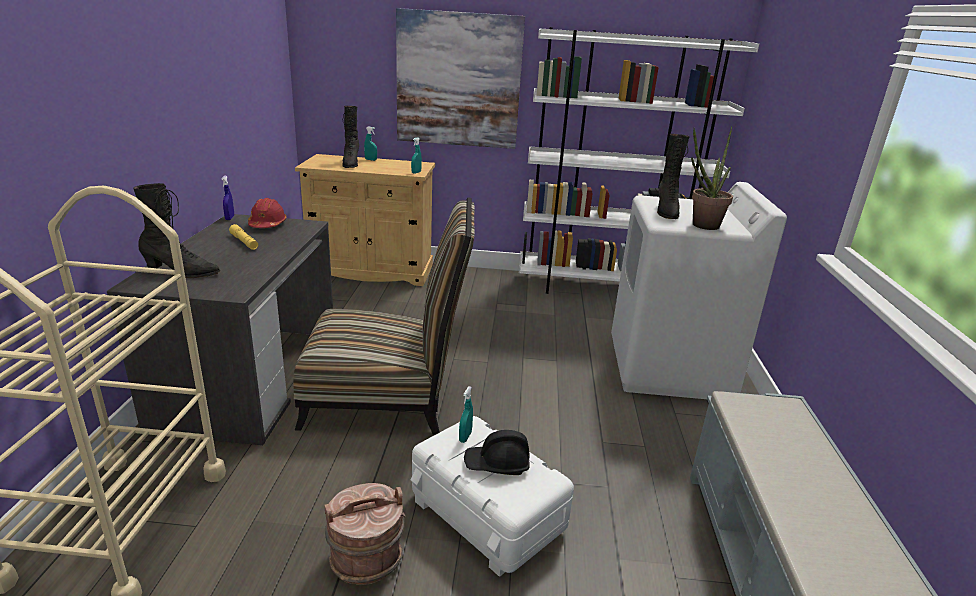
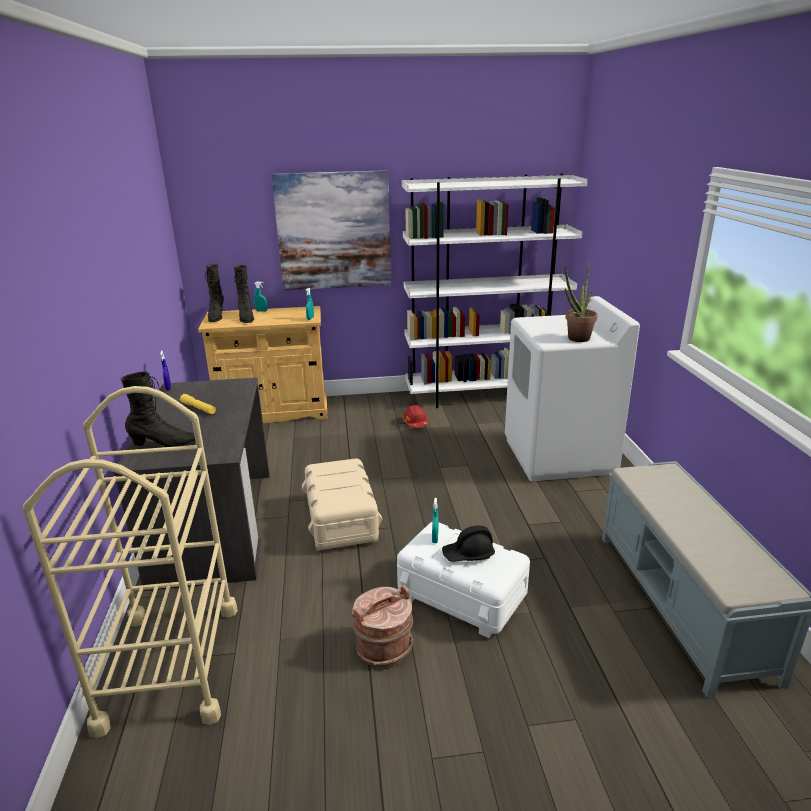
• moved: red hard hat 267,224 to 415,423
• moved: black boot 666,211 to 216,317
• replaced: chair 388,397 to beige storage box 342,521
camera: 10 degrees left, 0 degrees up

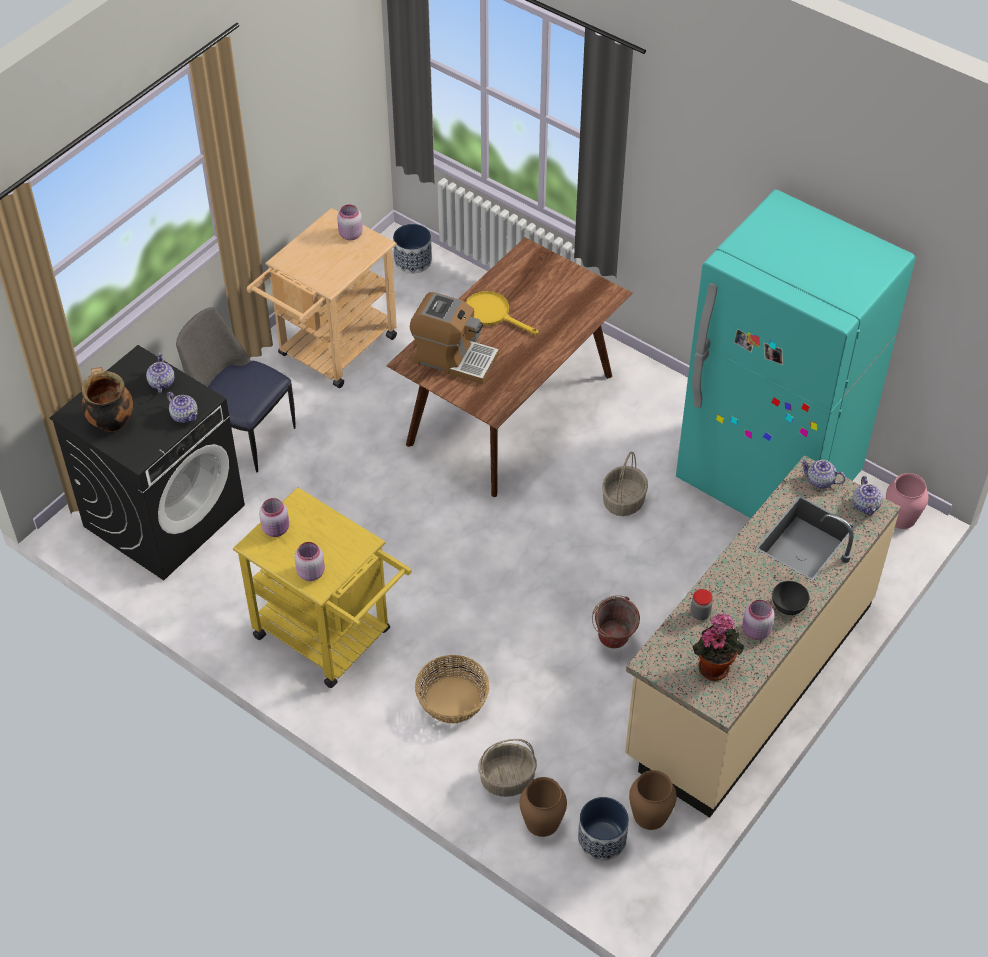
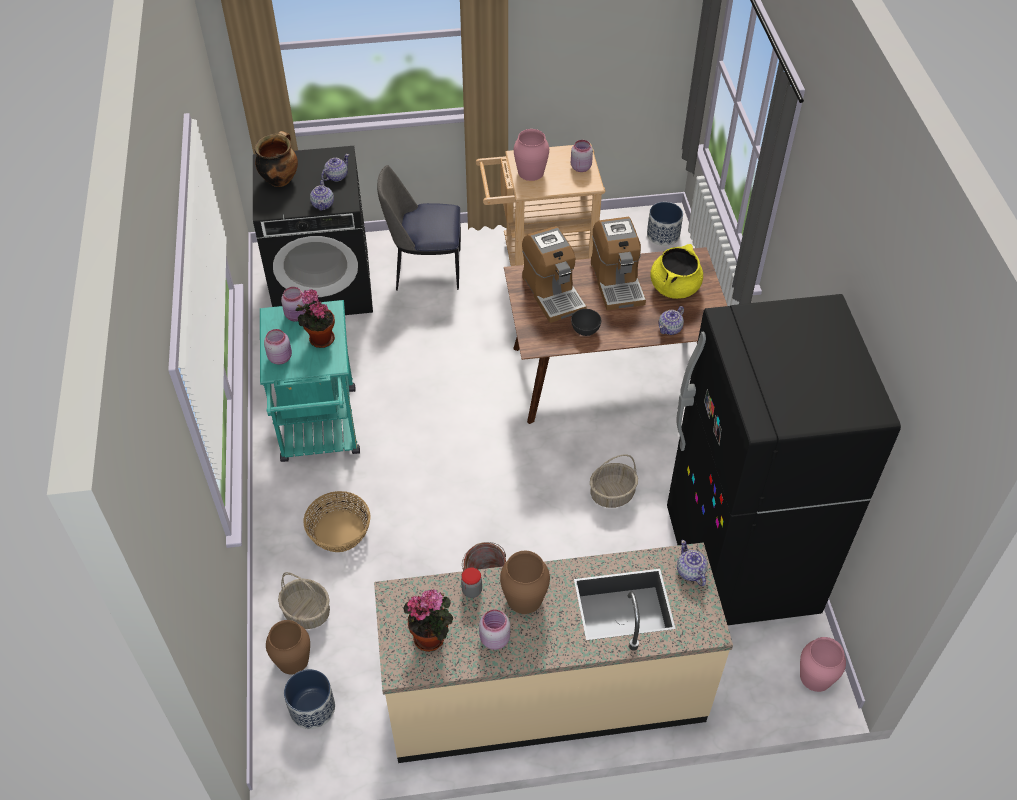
• added: potted plant 319,338
• added: pink vase 530,172
• added: yellow cooking pot 674,287
• moved: brown vase 650,814 to 525,598
• moved: grey bowl 788,606 to 585,330
• moved: teapot 866,505 to 670,328
• replaced: yellow frying pan 493,314 to coffee machine 617,282
• recoloured: yellow cart 331,638 to turquoise cart 319,432
• recoloured: turquoise fridge 768,479 to black fridge 740,563
• turned: chair 243,434 = 425,269 75 degrees counterclockwise
camera: 45 degrees right, 0 degrees up

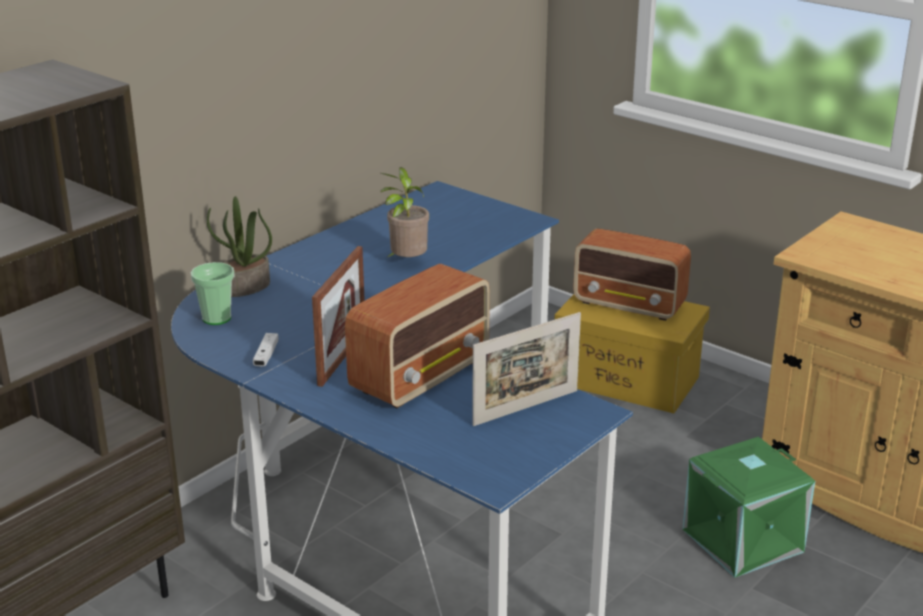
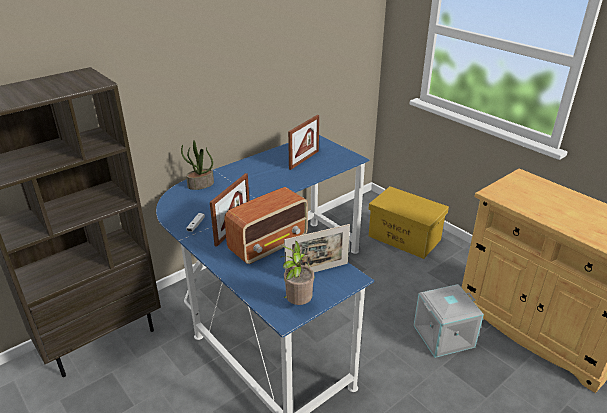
• removed: cup 216,318
• removed: radio 630,305
• added: picture frame 304,160
• moved: potted plant 406,263 to 297,303
• recoloured: green storage box 743,542 to grey storage box 443,337
camera: 10 degrees right, 5 degrees up

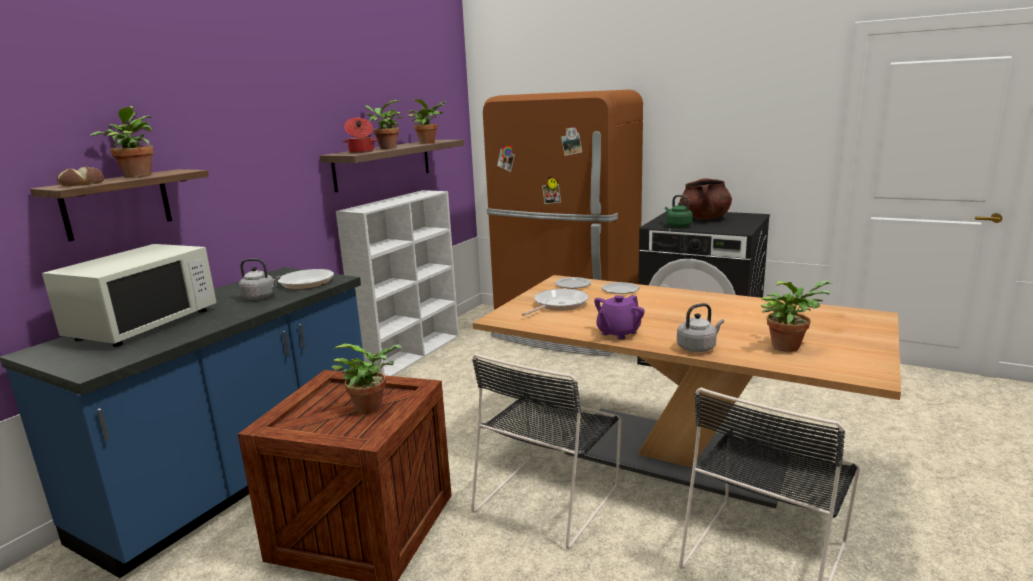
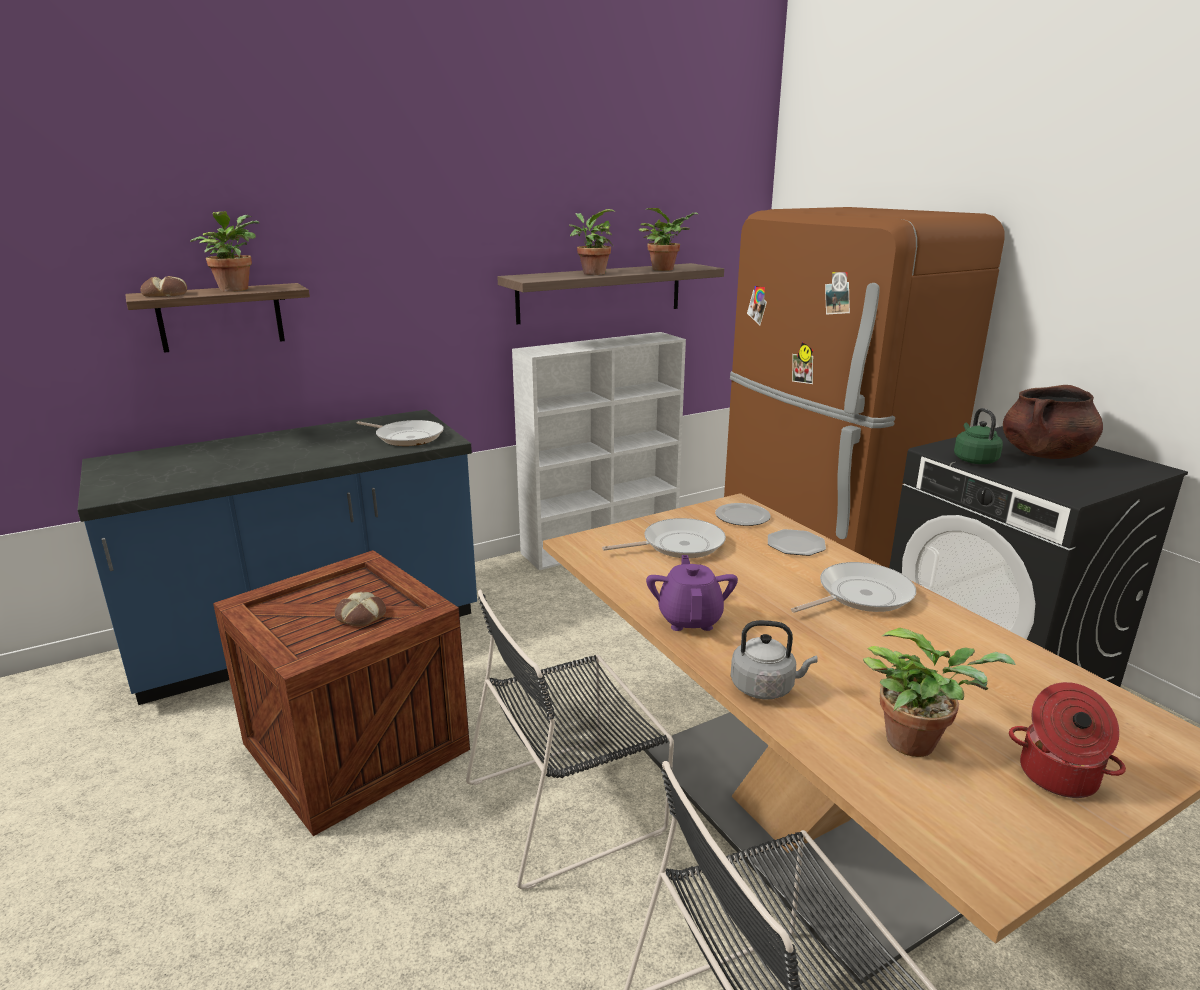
• removed: white microwave 144,324
• removed: grey kettle 261,297
• added: frying pan 860,595
• moved: cooking pot 361,152 to 1057,776
• replaced: potted plant 372,406 to bread 360,616
• turned: purple teapot 618,333 = 690,619 105 degrees clockwise
camera: 30 degrees right, 5 degrees up

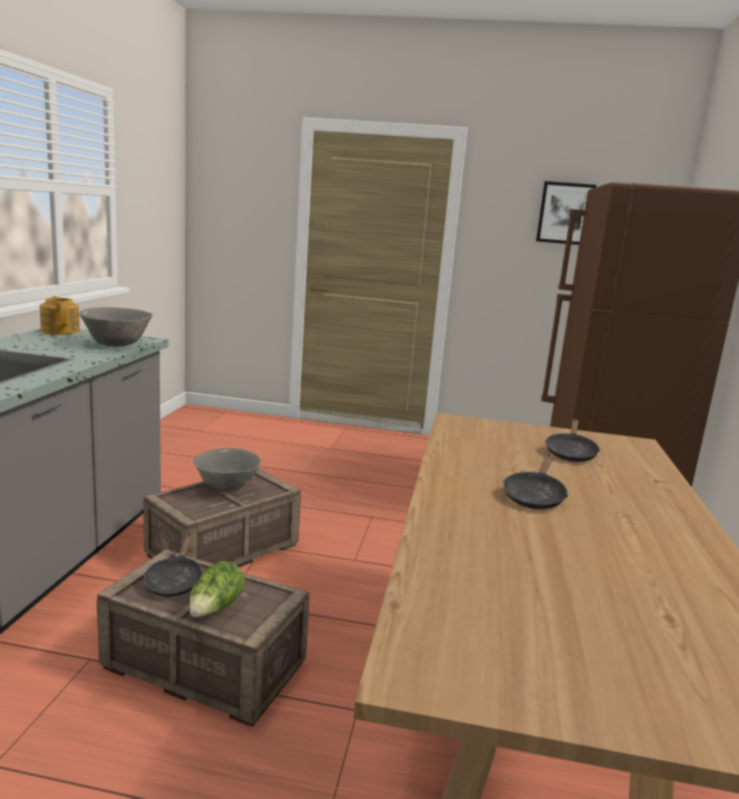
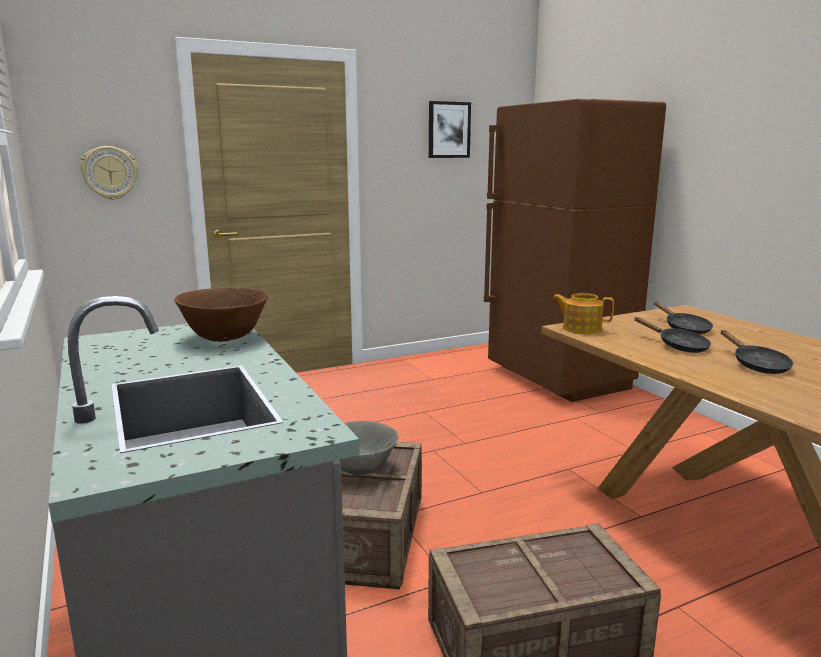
• removed: lettuce 215,608
• added: wall clock 110,173
• moved: teapot 60,331 to 581,329
• moved: black frying pan 175,580 to 678,346
• recoloured: grey bowl 117,345 to brown bowl 224,338
camera: 35 degrees left, 0 degrees up

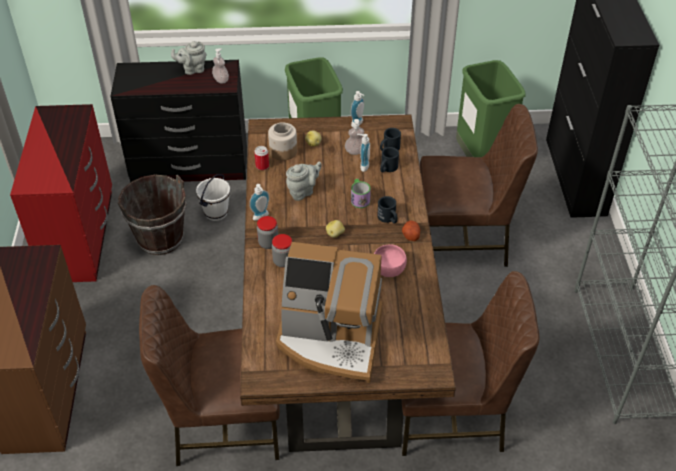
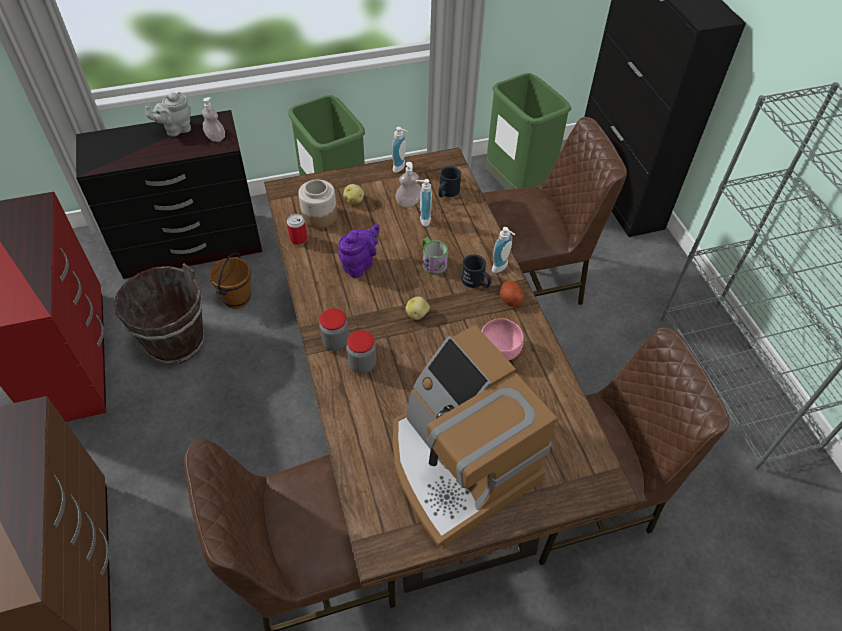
• removed: black mug 387,168
• moved: soap dispenser 261,217 to 501,268
• recoloured: white bucket 216,213 to brown bucket 236,298
• recoloured: grey teapot 303,192 to purple teapot 360,264
• turned: coffee machine 331,338 = 458,464 60 degrees clockwise
camera: 15 degrees left, 5 degrees up

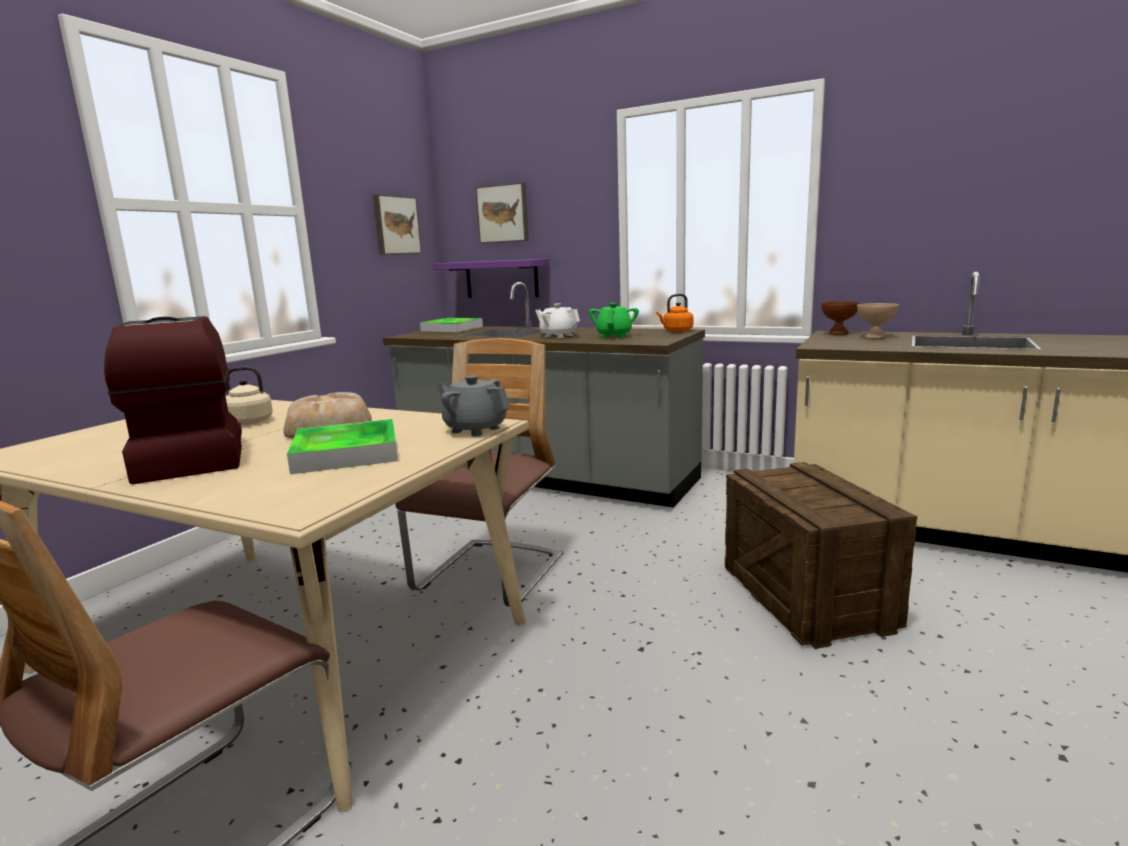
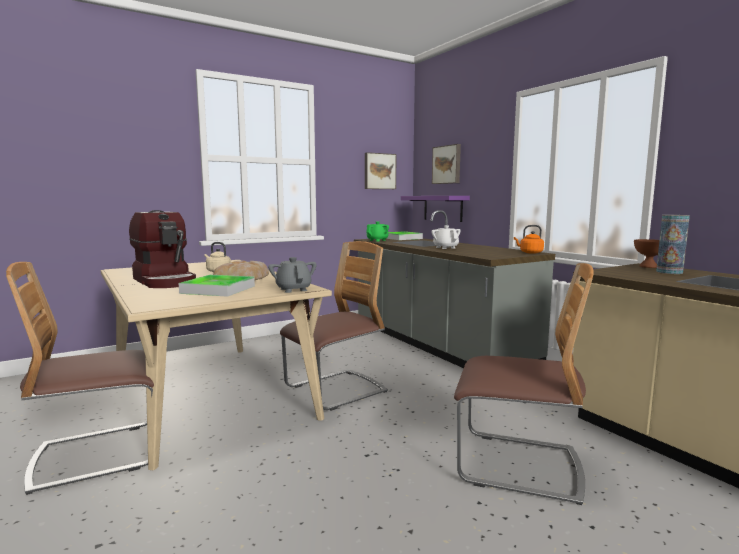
• moved: green teapot 614,336 to 377,240
• replaced: crate 807,597 to chair 517,465
• replaced: beige bowl 874,337 to vase 669,272
• turned: coffee machine 190,457 = 165,281 135 degrees clockwise
camera: 30 degrees right, 5 degrees down

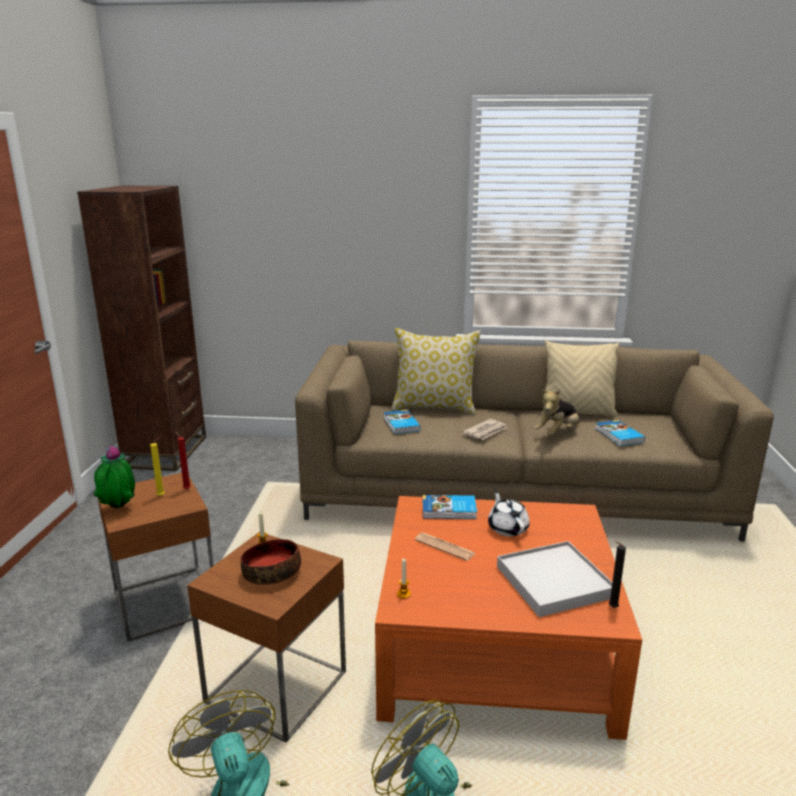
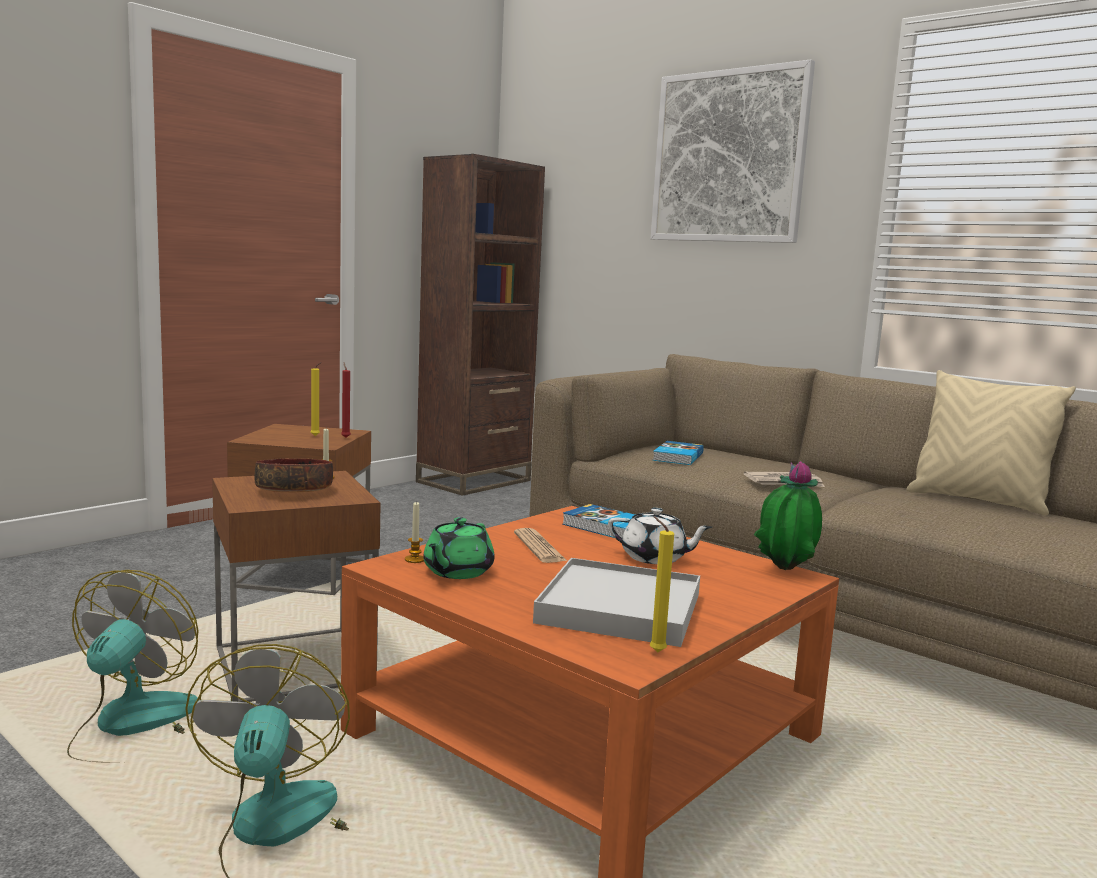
• removed: pillow 434,408
• removed: plush toy 558,433
• removed: book 618,435
• added: green teapot 457,572
• added: picture 728,157
• moved: potted plant 118,509 to 784,572
• recoloured: black candle 611,607 to yellow candle 654,651
• turned: white teapot 507,528 = 655,558 90 degrees clockwise
camera: 35 degrees right, 10 degrees down

